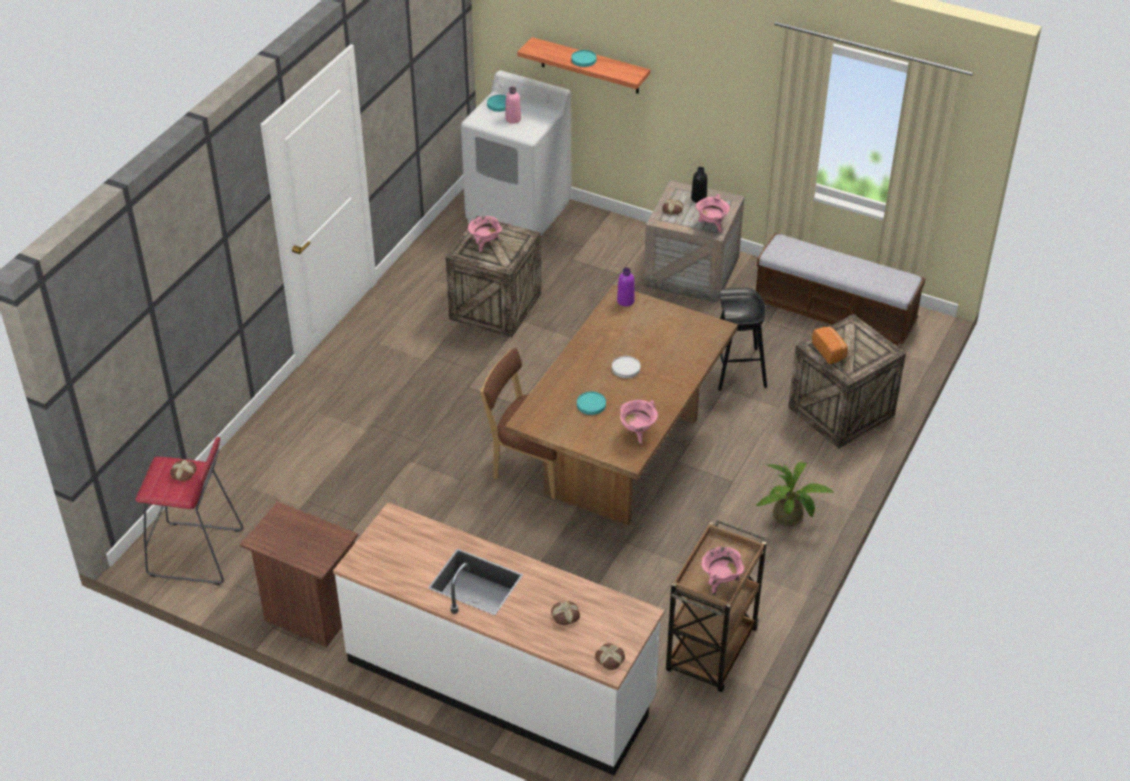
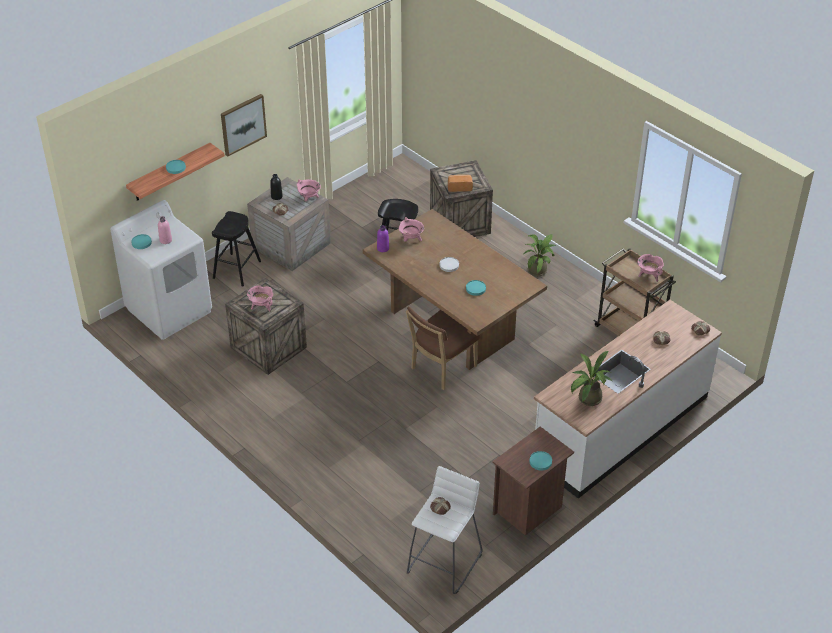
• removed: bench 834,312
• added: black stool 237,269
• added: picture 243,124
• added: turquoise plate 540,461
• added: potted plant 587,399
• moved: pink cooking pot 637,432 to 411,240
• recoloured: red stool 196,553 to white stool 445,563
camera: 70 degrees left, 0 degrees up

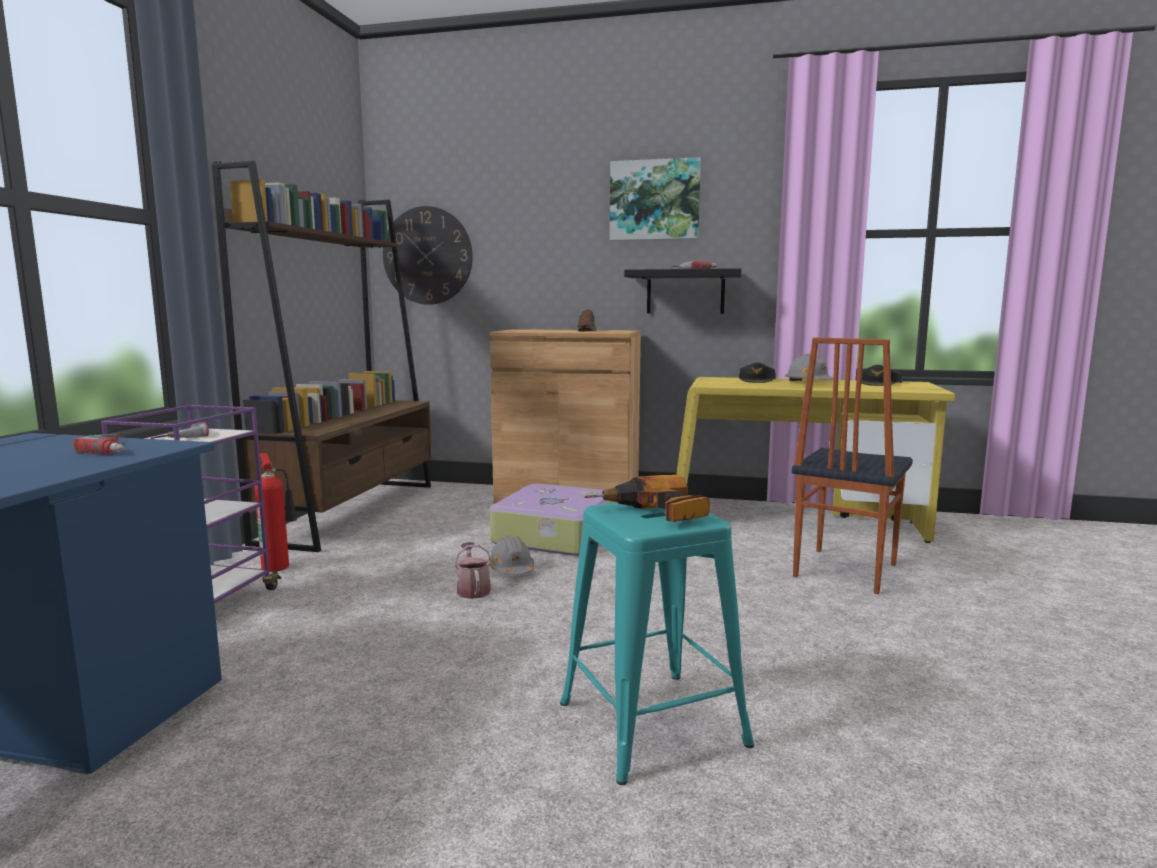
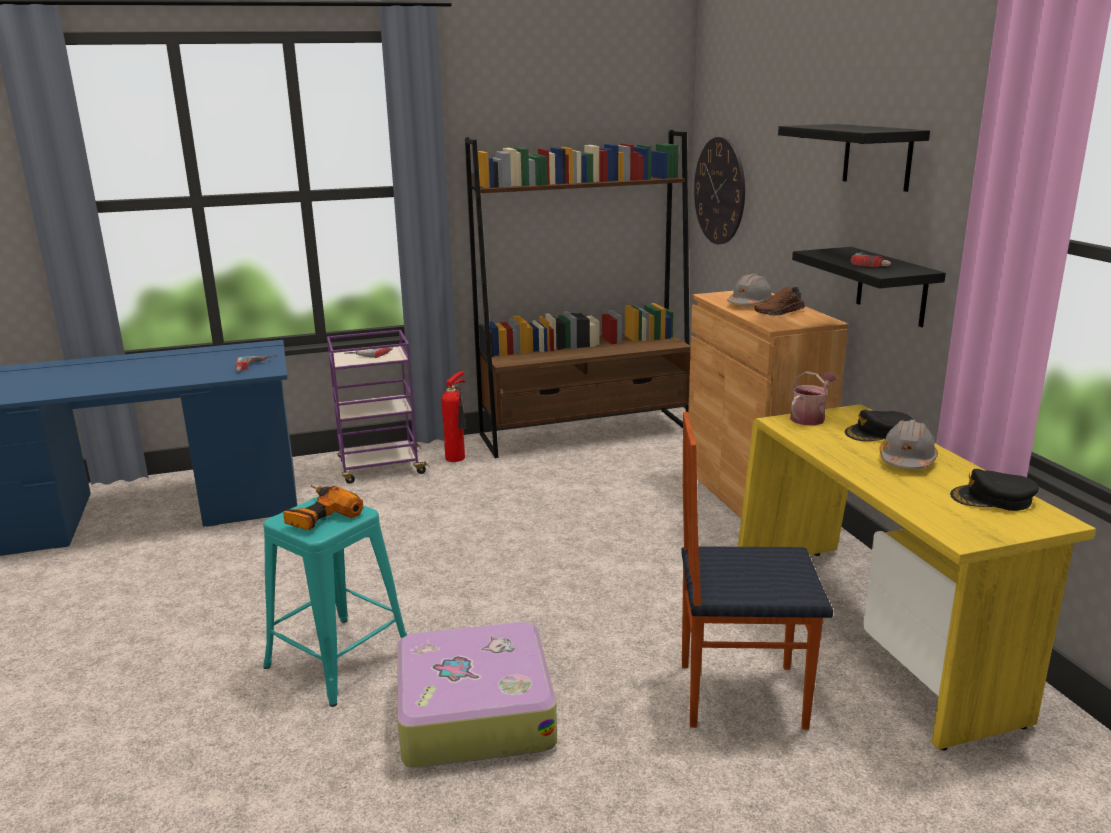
• moved: watering can 473,589 to 810,417
• moved: grey hard hat 511,569 to 750,304
• moved: suitcase 553,536 to 473,712
• replaced: picture 654,200 to black shelf 877,156
camera: 60 degrees right, 10 degrees up

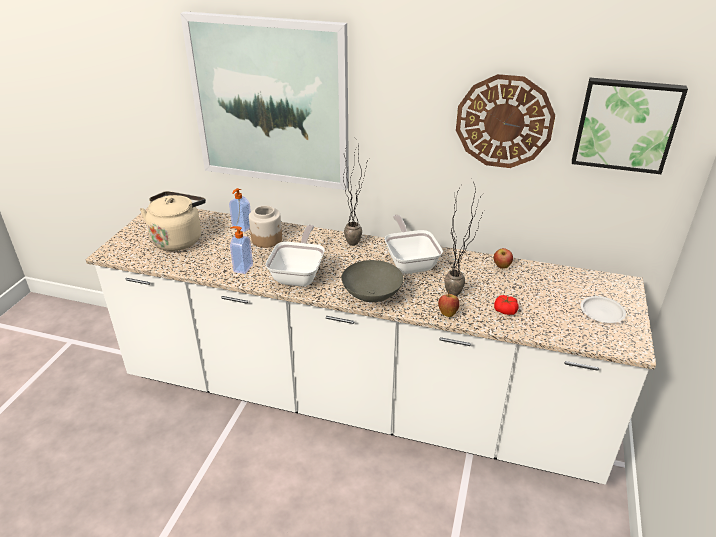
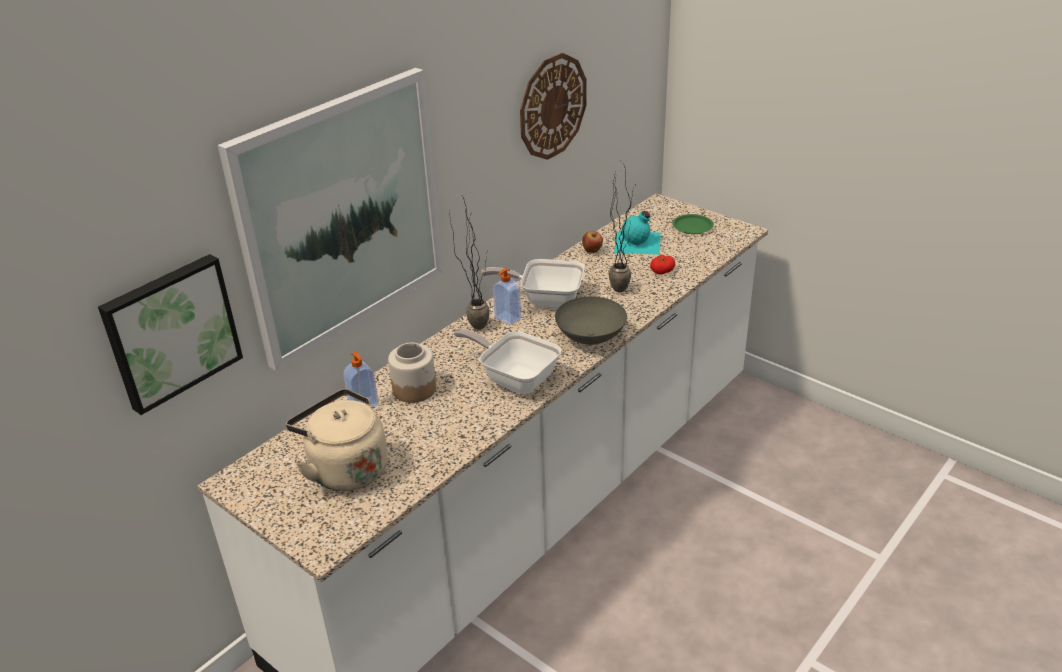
• removed: apple 447,313
• added: turquoise bottle 638,243
• moved: soap dispenser 242,268 to 507,318
• moved: picture 625,124 to 171,331
• recoloured: white plate 601,312 to green plate 692,227
camera: 65 degrees left, 0 degrees up

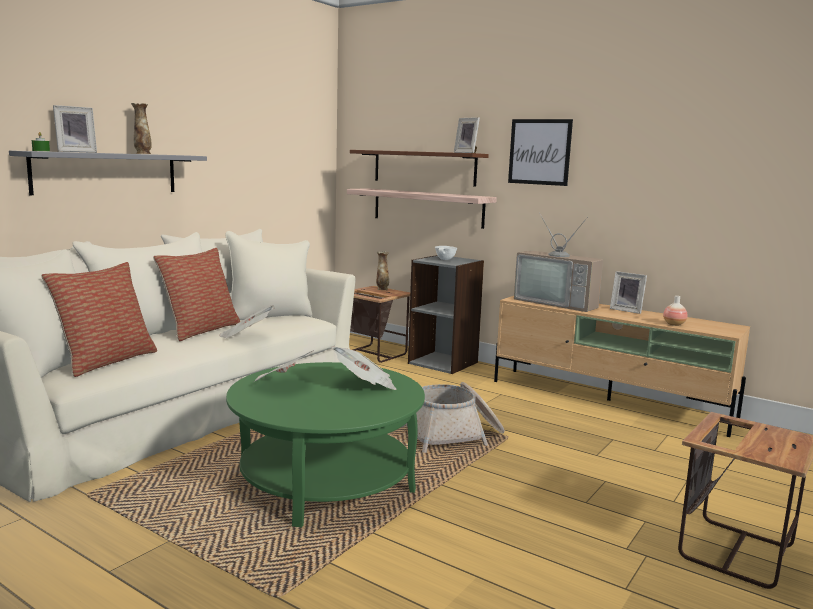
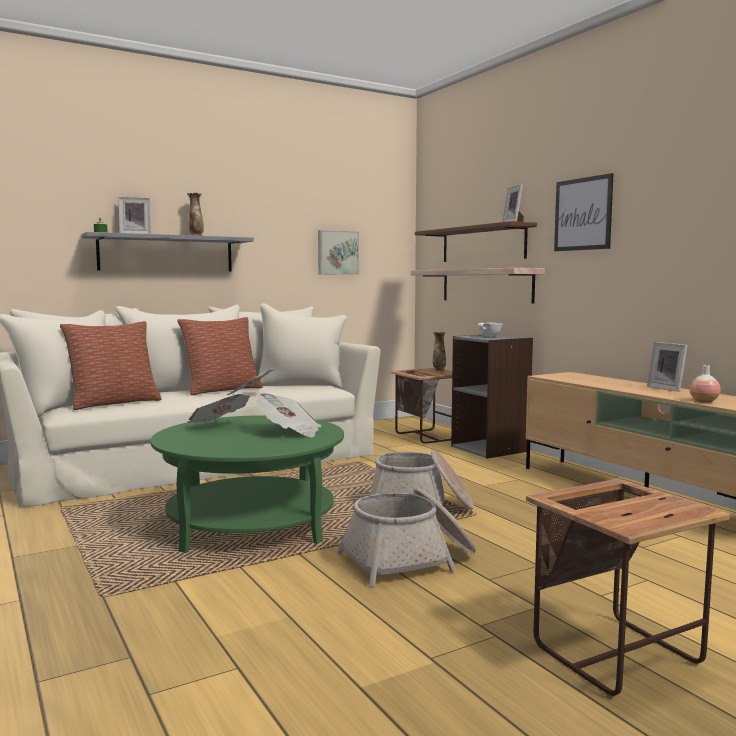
• removed: television 558,303
• added: picture 337,253
• added: basket 409,560
camera: 25 degrees right, 5 degrees down

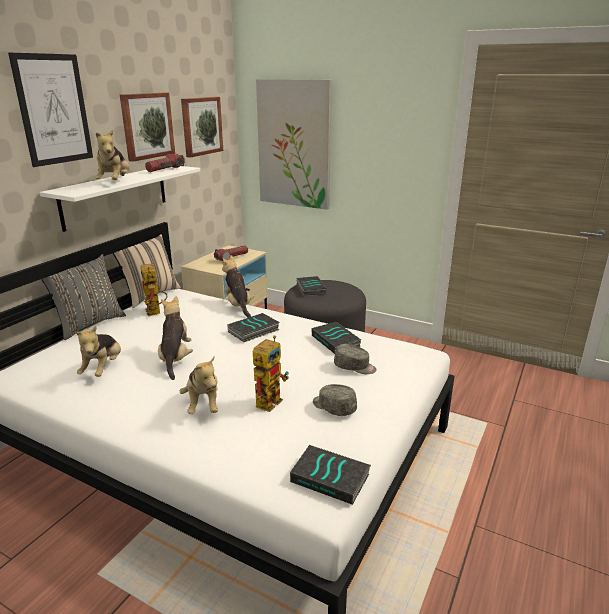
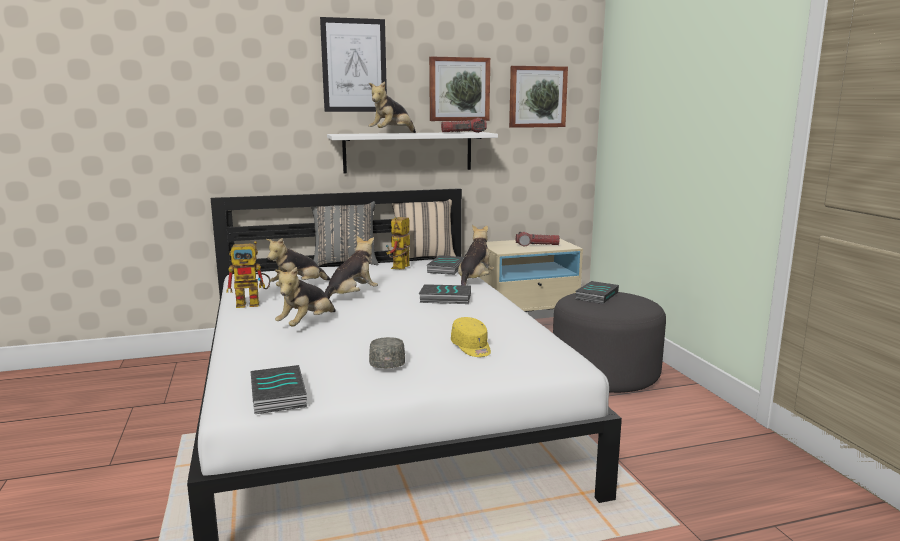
• removed: picture 294,144
• moved: toy robot 270,399 to 253,303
• moved: book 336,341 to 447,269
• recoloured: grey cap 355,367 to yellow cap 471,347
camera: 45 degrees right, 10 degrees down

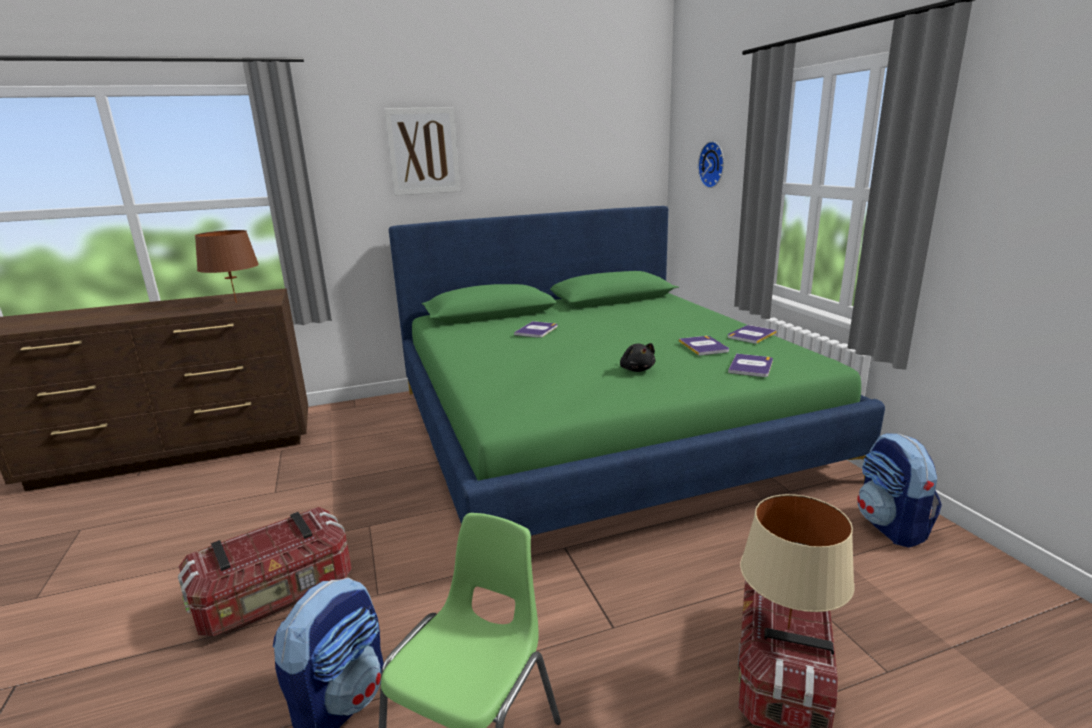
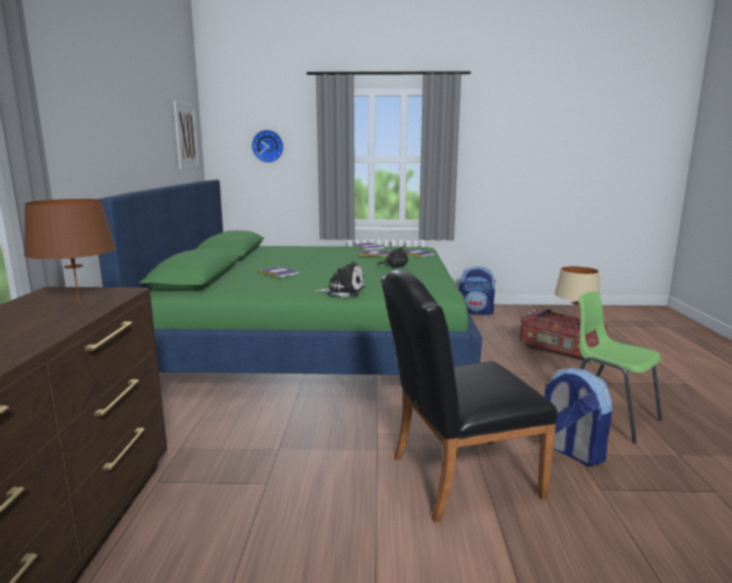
• added: plush toy 343,291
• moved: picture 423,151 to 186,136
• replaced: storage box 276,596 to black chair 455,478
camera: 70 degrees left, 5 degrees down

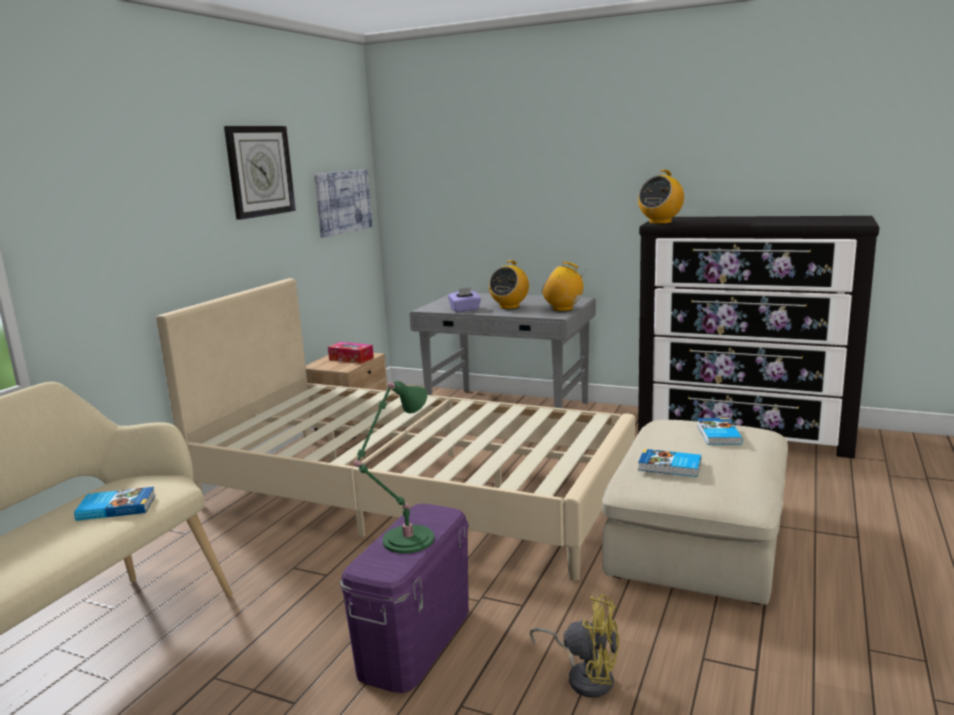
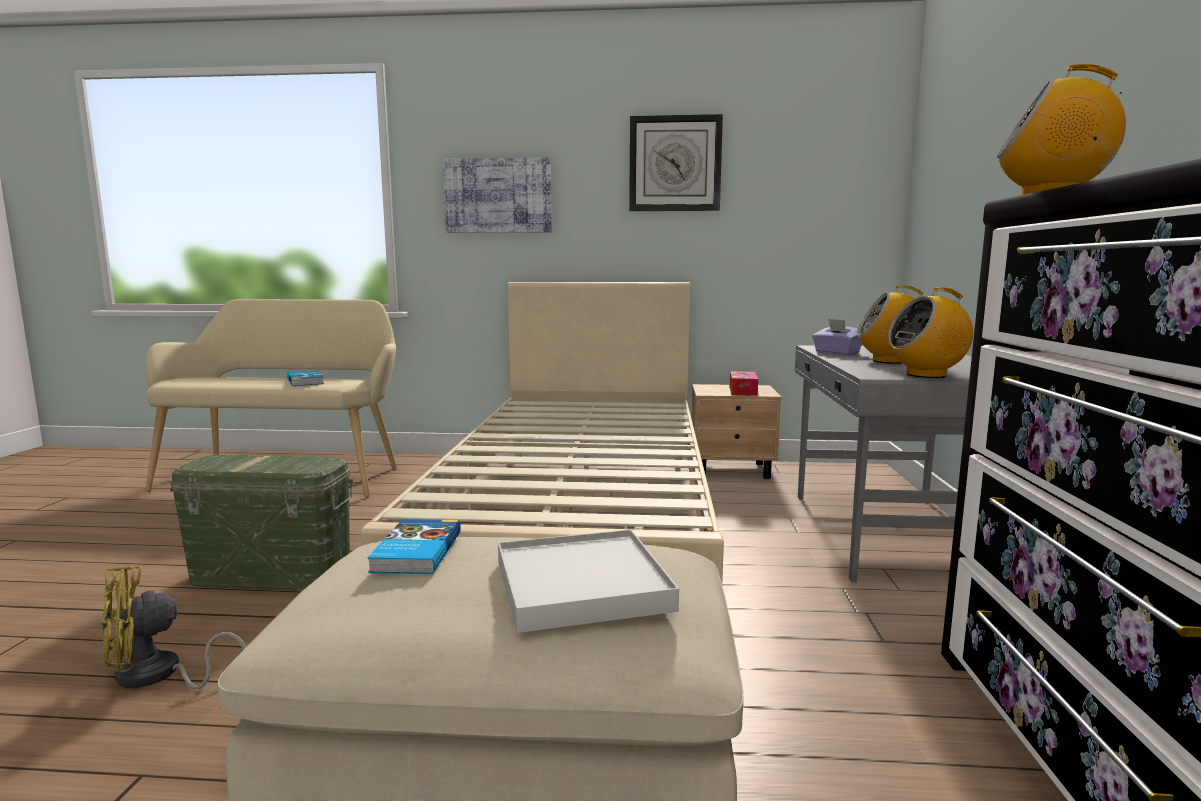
• removed: green table lamp 404,541
• moved: picture 343,202 to 498,196
• replaced: book 717,434 to white tray 581,585
• recoloured: purple storage box 415,641 to green storage box 271,575
• turned: yellow fan 585,676 = 158,676 60 degrees clockwise
• turned: radio 563,309 = 926,375 105 degrees counterclockwise
camera: 70 degrees right, 5 degrees down

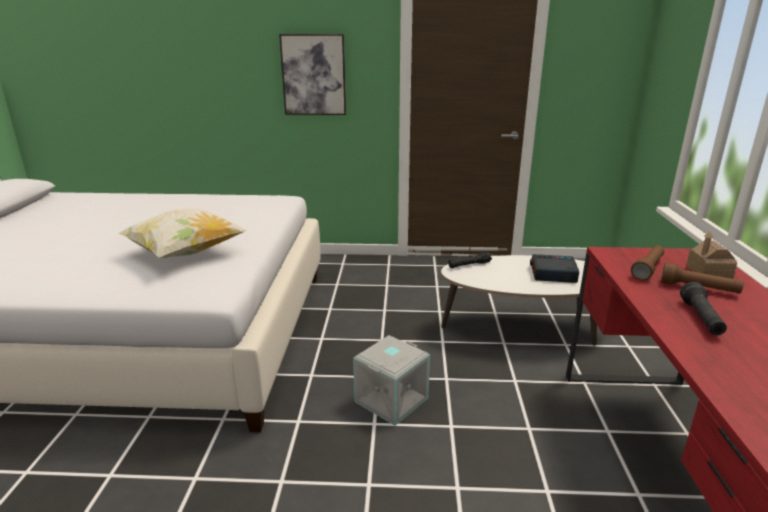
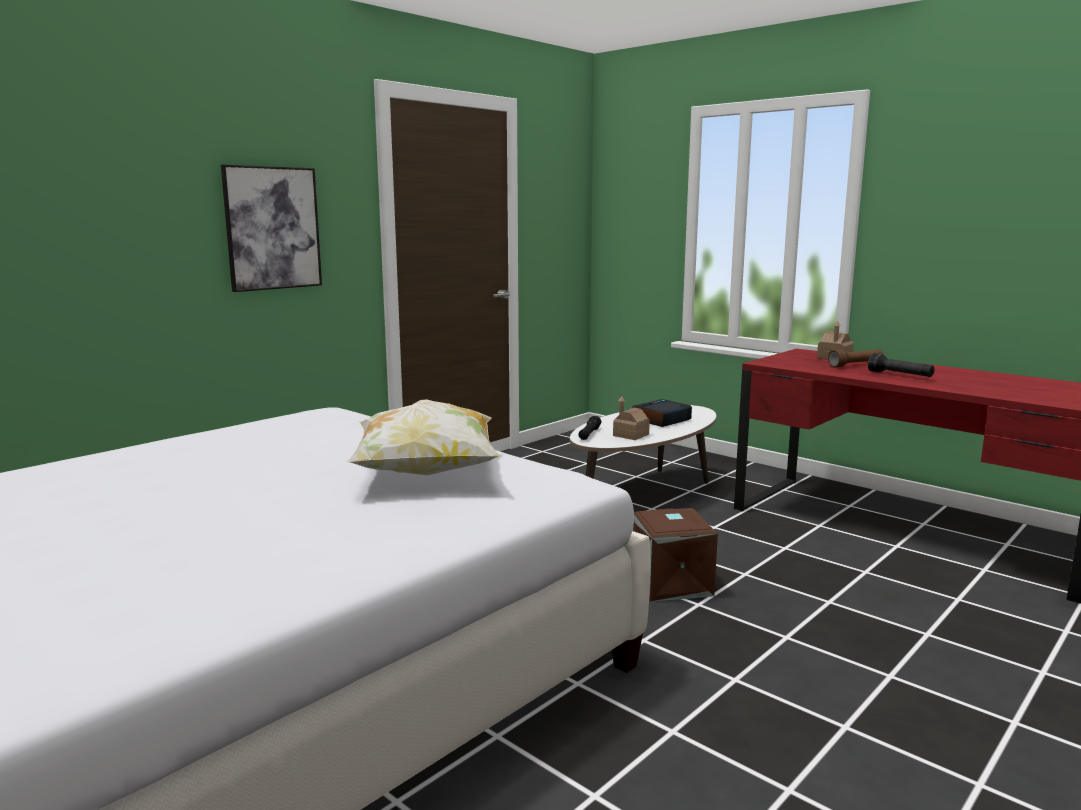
• removed: brown flashlight 648,269
• added: toy house 630,435
• recoloured: grey storage box 390,399 to brown storage box 669,583
camera: 50 degrees left, 10 degrees down

